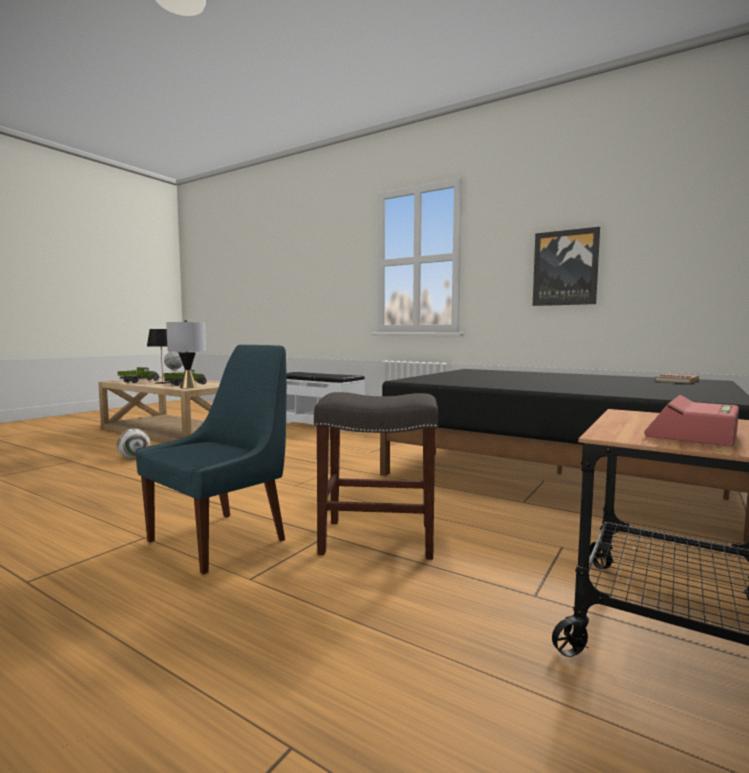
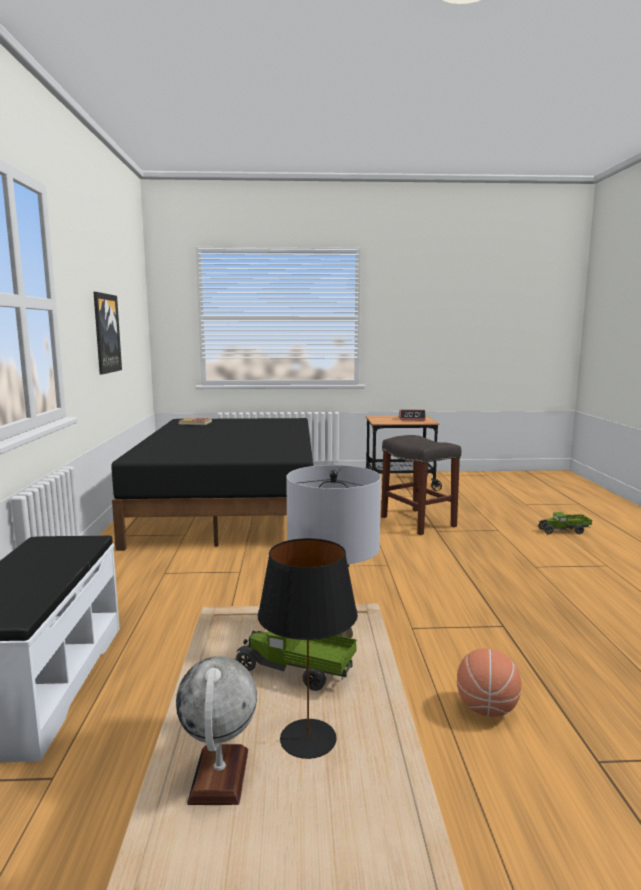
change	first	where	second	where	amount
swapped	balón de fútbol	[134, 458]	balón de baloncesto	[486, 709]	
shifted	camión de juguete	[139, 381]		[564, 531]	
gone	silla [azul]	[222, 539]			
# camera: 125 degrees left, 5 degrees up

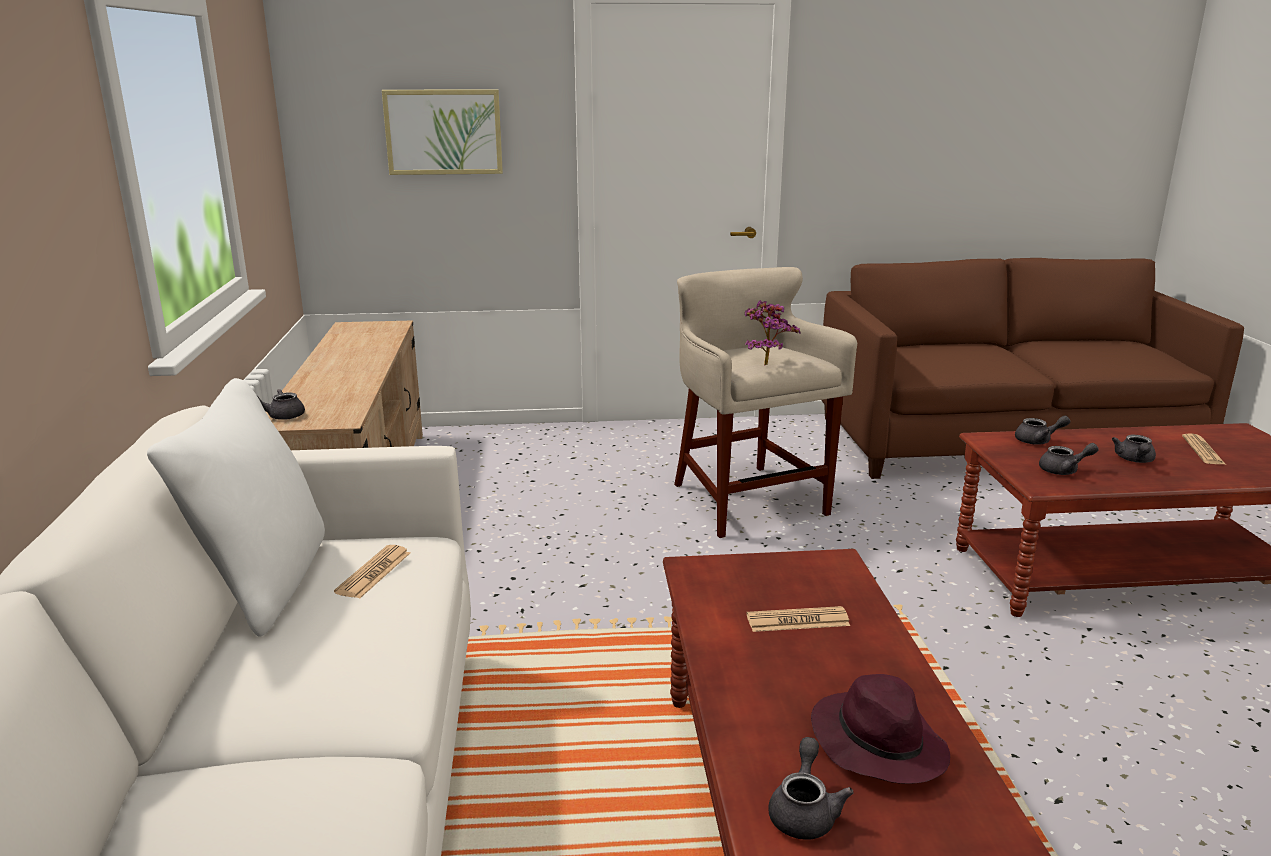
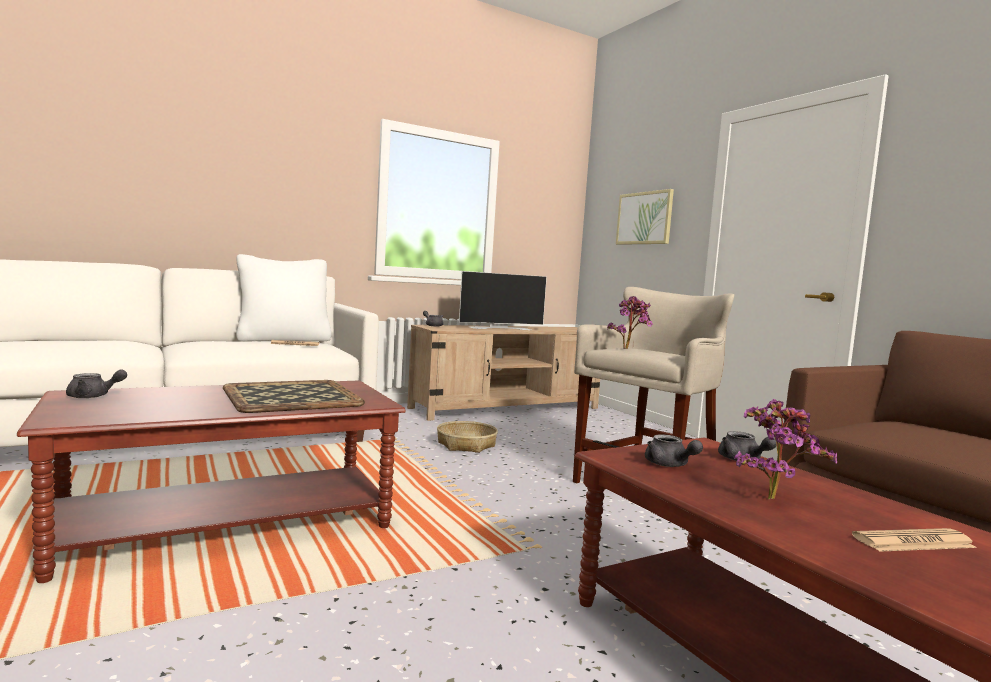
change	first	where	second	where	amount
swapped	periódico	[797, 621]	bandeja	[290, 397]	
new			cesta	[466, 444]	
new			televisor	[499, 328]	
swapped	tetera [gris]	[1134, 460]	planta en maceta	[773, 497]	
gone	sombrero [morado]	[876, 742]			
# camera: 65 degrees right, 15 degrees down

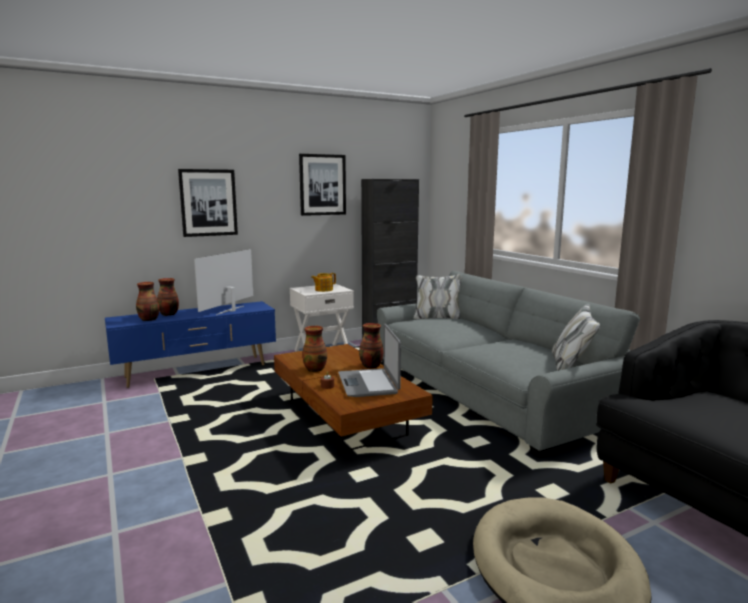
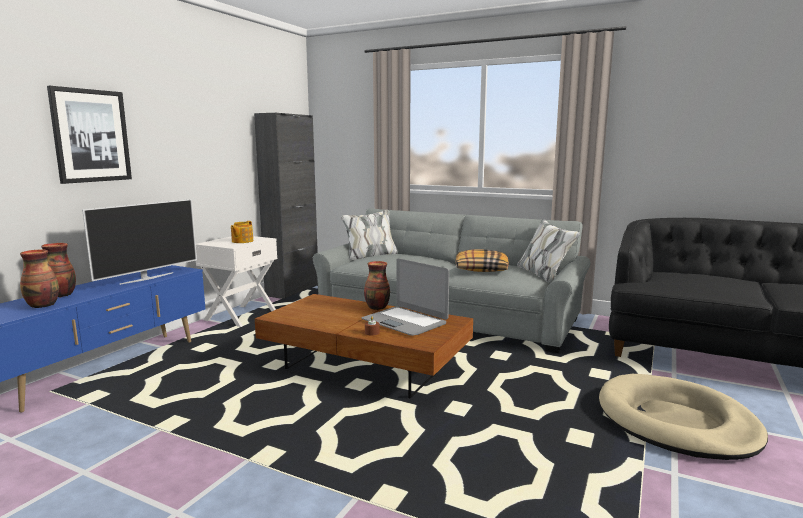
change	first	where	second	where	amount
rotated	televisor	[231, 310]		[146, 278]	135 degrees counterclockwise
new			cojín	[480, 268]	
gone	cuadro	[322, 185]			
gone	florero	[315, 369]			
# camera: 35 degrees left, 0 degrees up

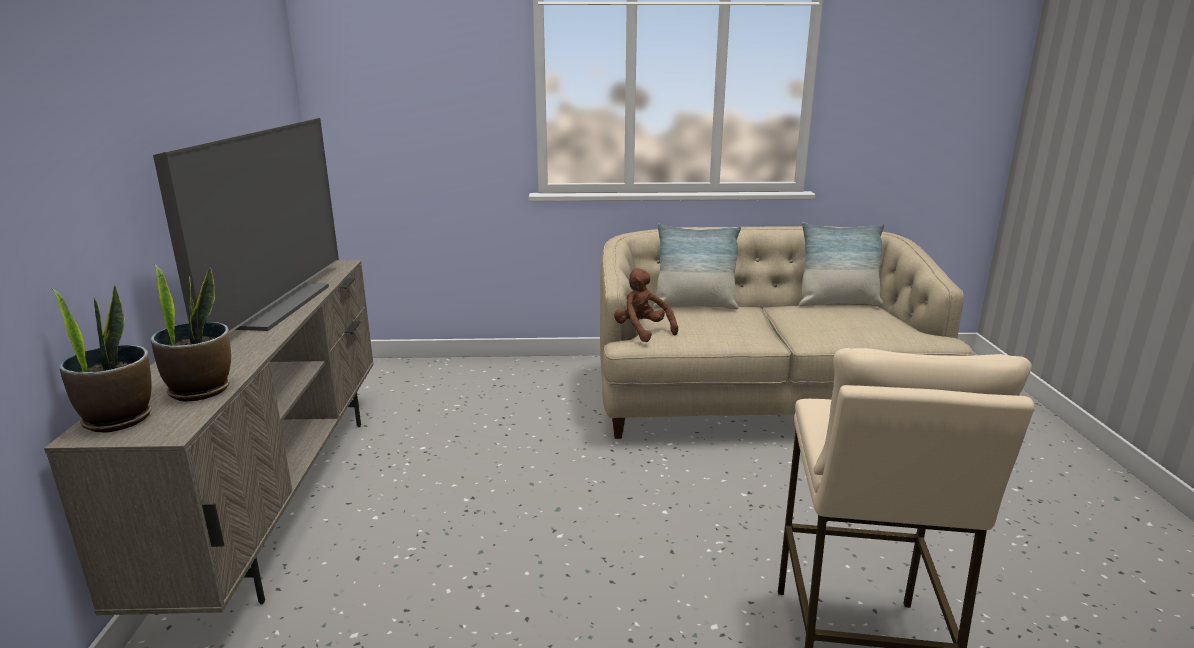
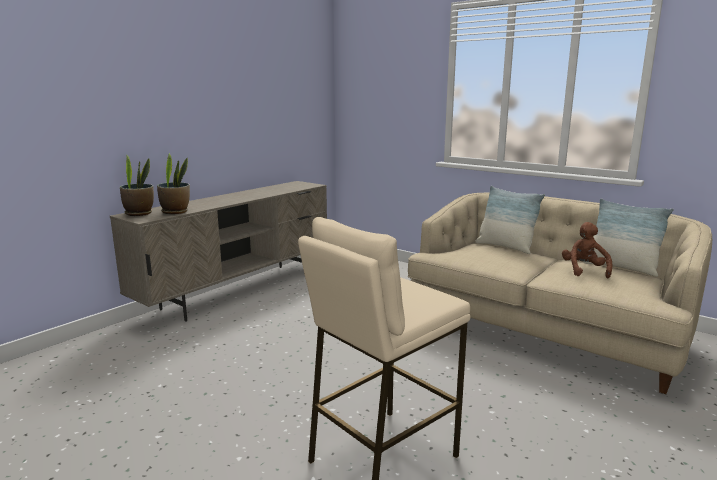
change	first	where	second	where	amount
shifted	peluche [marrón]	[642, 331]		[584, 270]	
gone	televisor	[271, 305]			
# camera: 40 degrees right, 5 degrees down

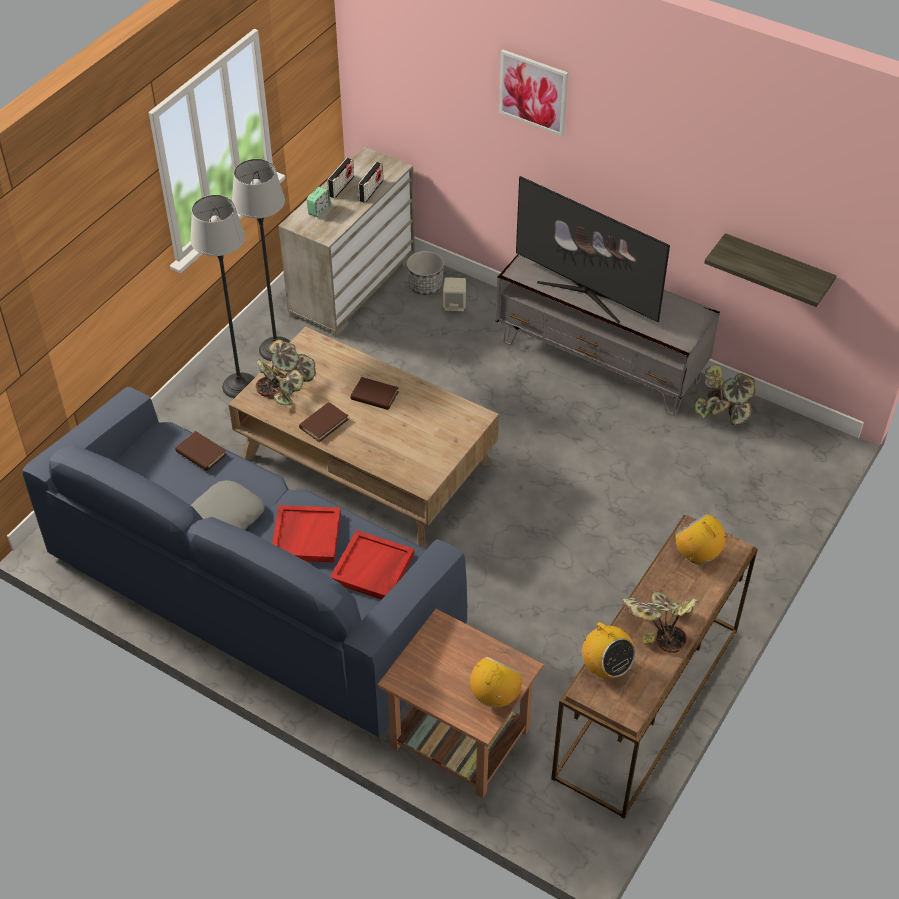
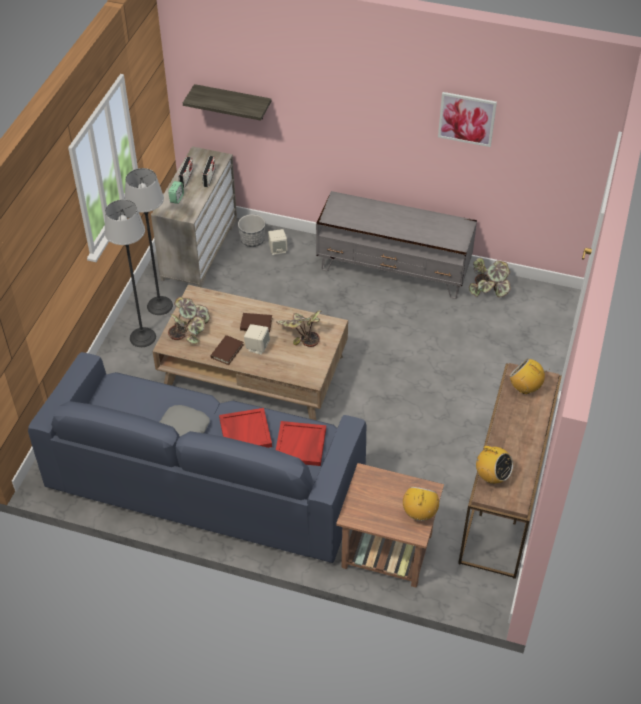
change	first	where	second	where	amount
shifted	estante	[776, 268]		[233, 102]	
new			altavoz [beis]	[257, 347]	
shifted	planta en maceta	[656, 627]		[300, 334]	
shifted	cuadro	[533, 92]		[467, 119]	
gone	libro [marrón]	[201, 453]			
gone	televisor	[585, 293]			
# camera: 15 degrees left, 0 degrees up

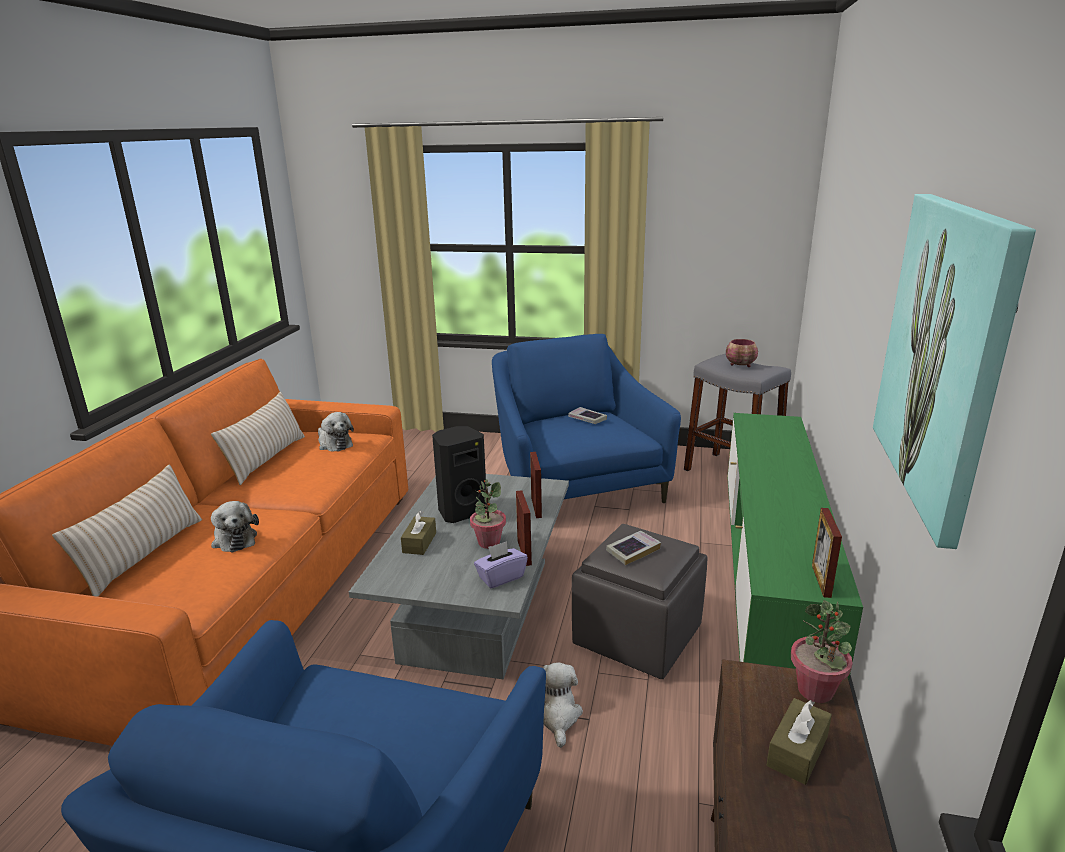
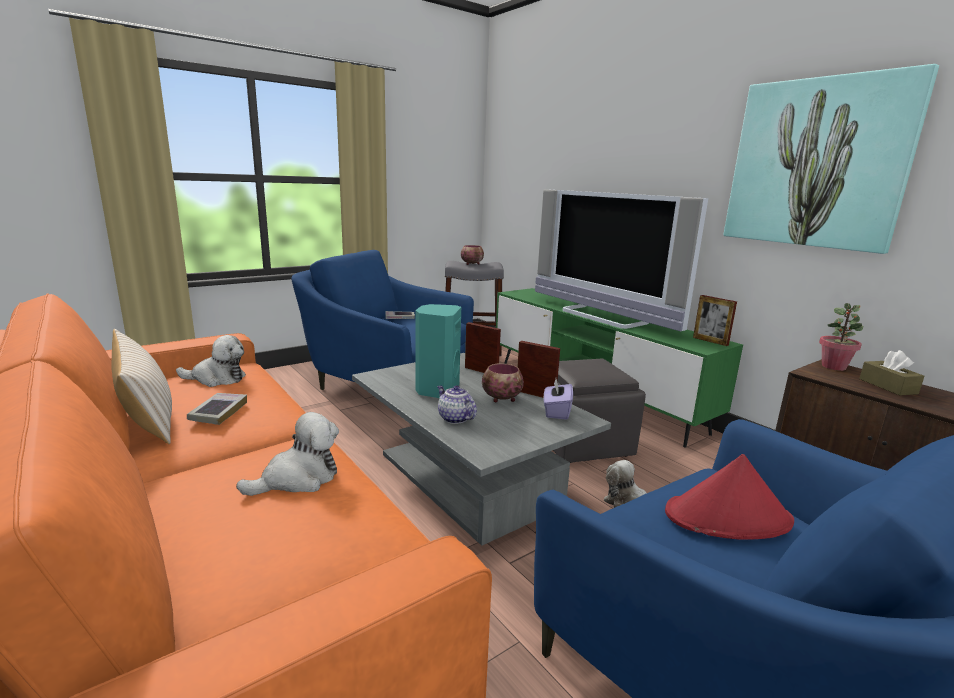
change	first	where	second	where	amount
shifted	libro	[633, 551]		[218, 412]	
rotated	peluche	[234, 539]		[298, 479]	45 degrees counterclockwise
repainted	altavoz [negro]	[461, 511]	altavoz [turquesa]	[436, 390]	
swapped	caja de pañuelos [marrón]	[419, 542]	tetera	[454, 418]	
swapped	planta en maceta	[488, 542]	cuenco	[501, 398]	
new			televisor	[602, 317]	
new			sombrero [rojo]	[728, 517]	
gone	cojín [beis]	[143, 555]			
# camera: 50 degrees left, 5 degrees down

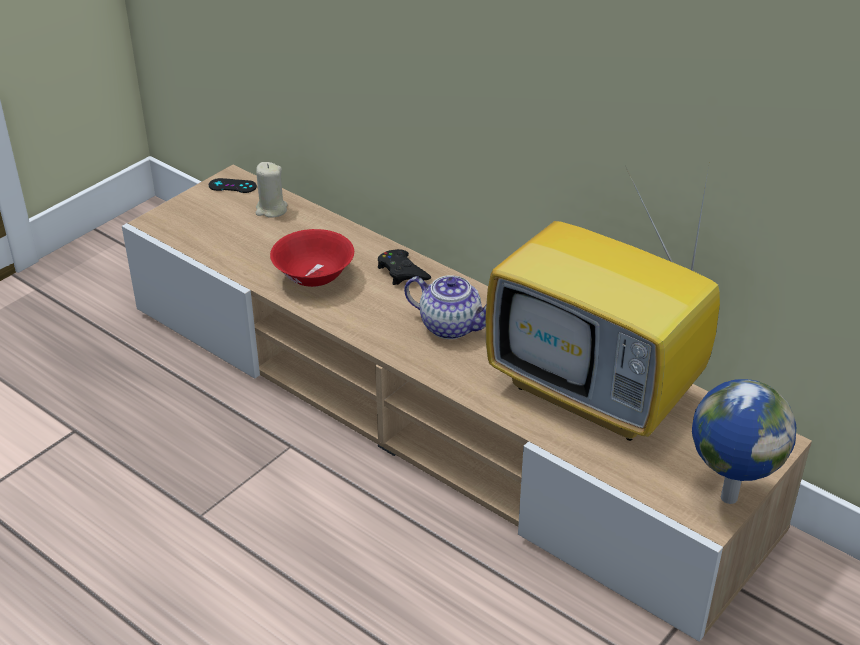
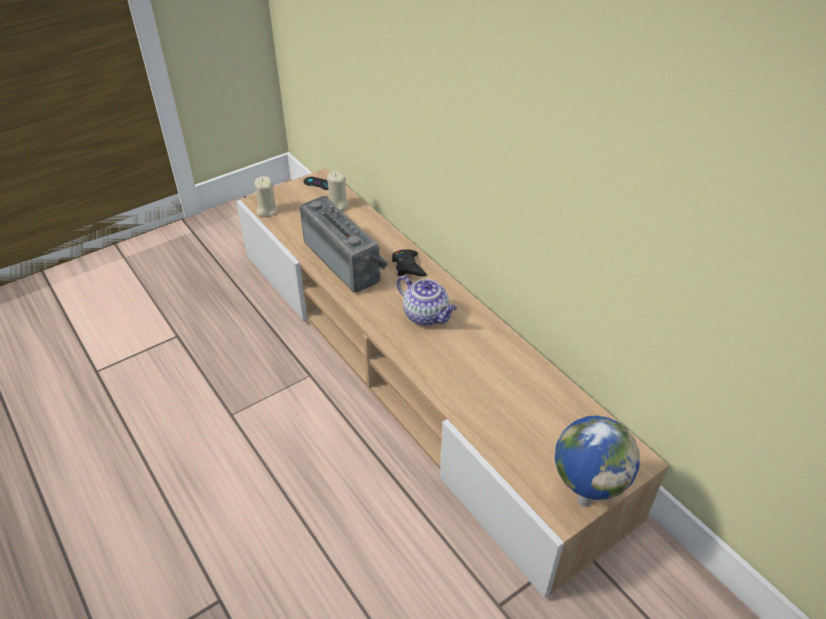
change	first	where	second	where	amount
new			vela [beis]	[267, 210]	
swapped	cuenco [rojo]	[314, 277]	radio	[346, 260]	
gone	televisor	[598, 392]			
# camera: 15 degrees right, 5 degrees up

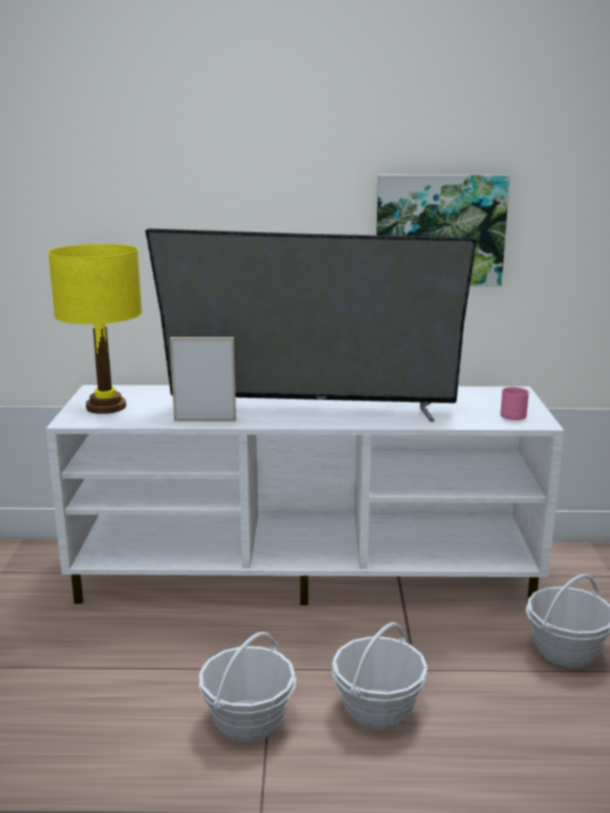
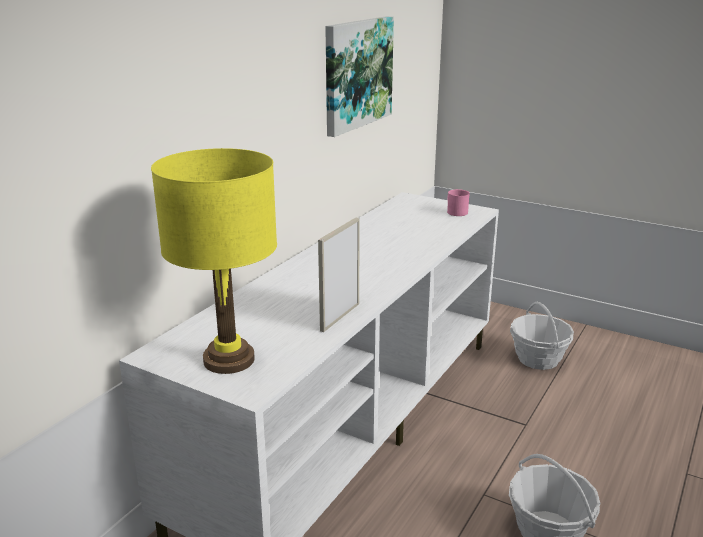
change	first	where	second	where	amount
gone	televisor	[311, 408]			
gone	cesta	[378, 709]			
# camera: 60 degrees left, 5 degrees up

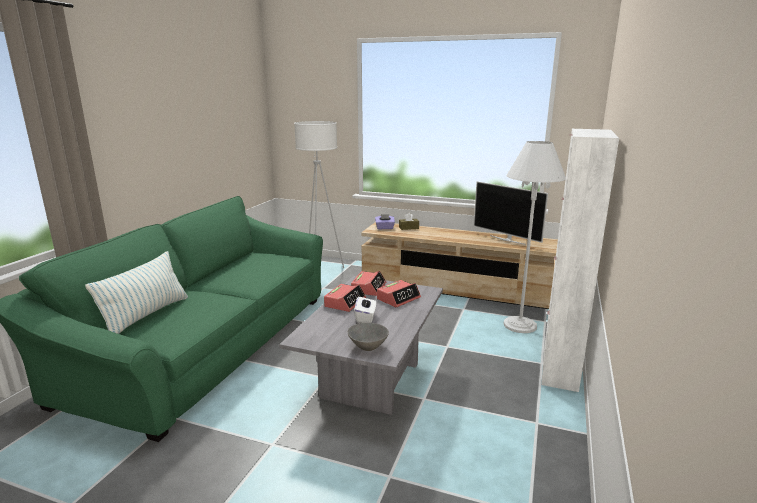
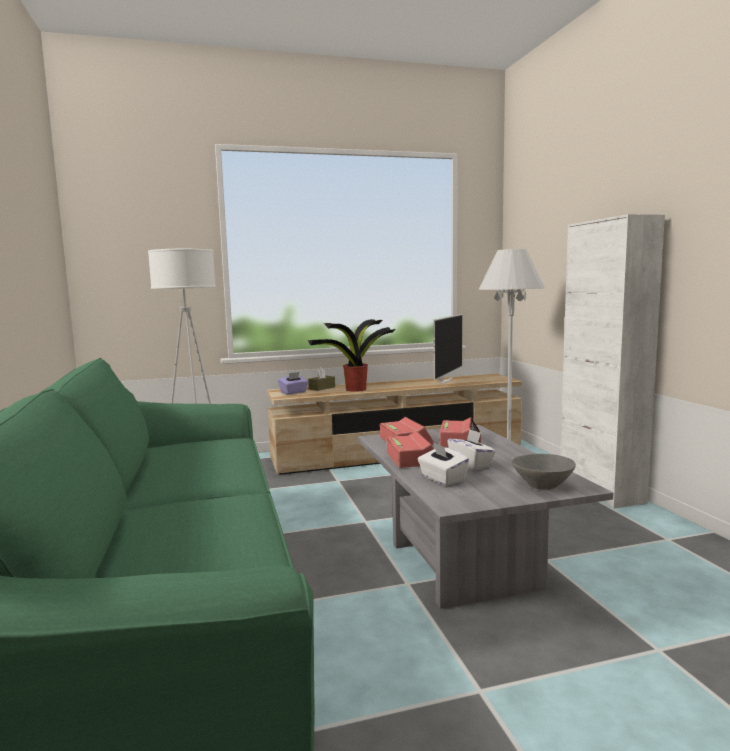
change	first	where	second	where	amount
new			planta en maceta	[354, 389]	
new			caja de pañuelos [blanco]	[442, 479]	
rotated	televisor	[507, 239]		[445, 380]	75 degrees counterclockwise
gone	cojín	[146, 316]			
# camera: 35 degrees left, 10 degrees down

